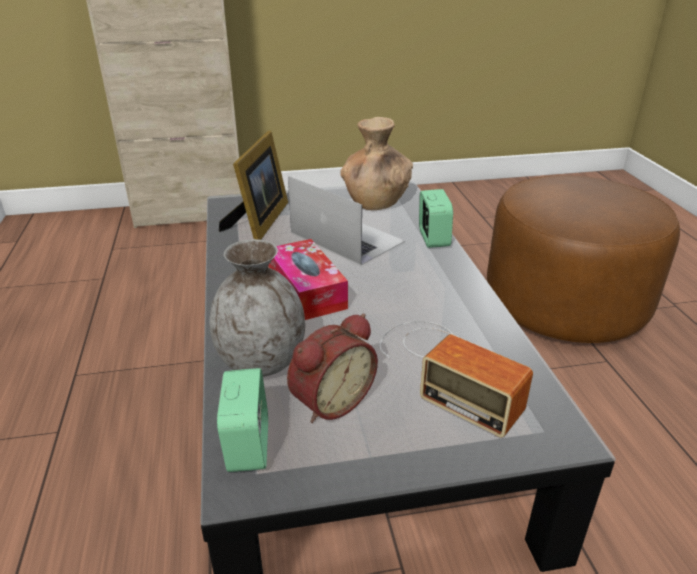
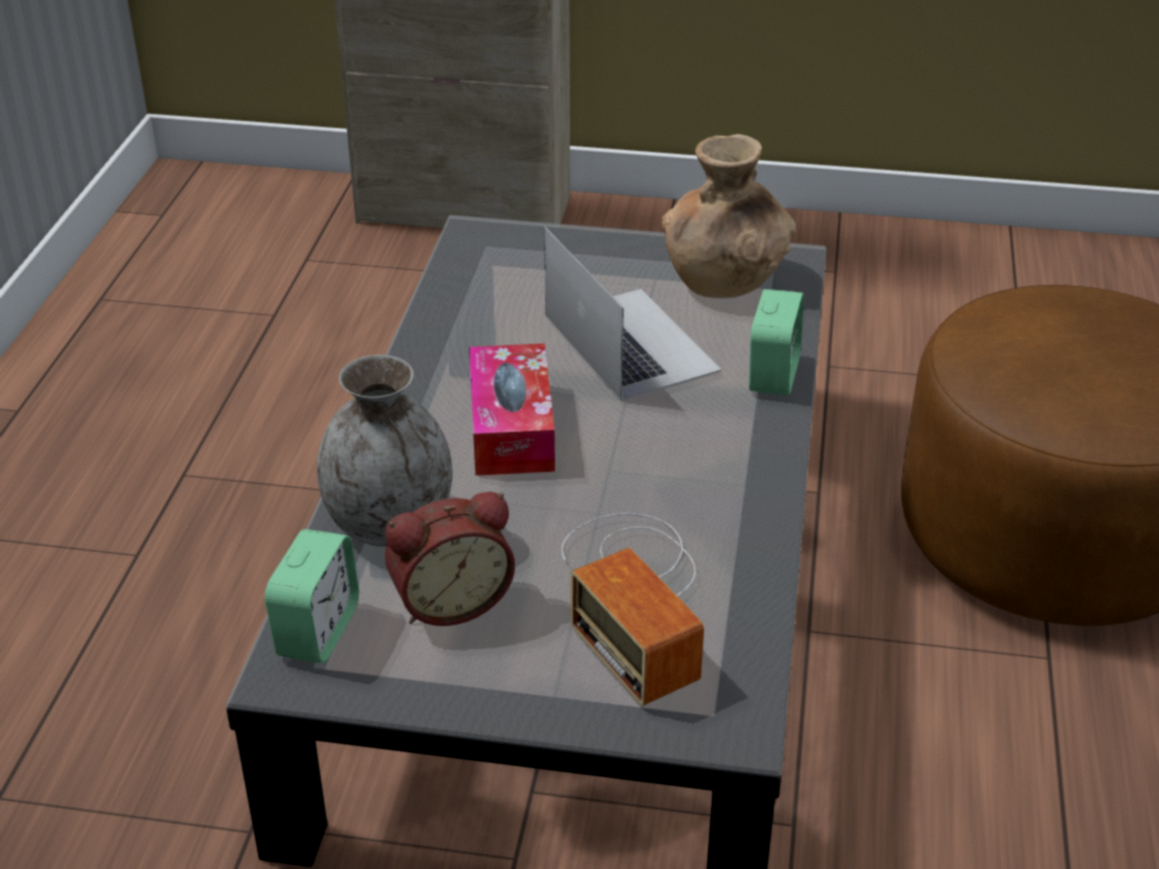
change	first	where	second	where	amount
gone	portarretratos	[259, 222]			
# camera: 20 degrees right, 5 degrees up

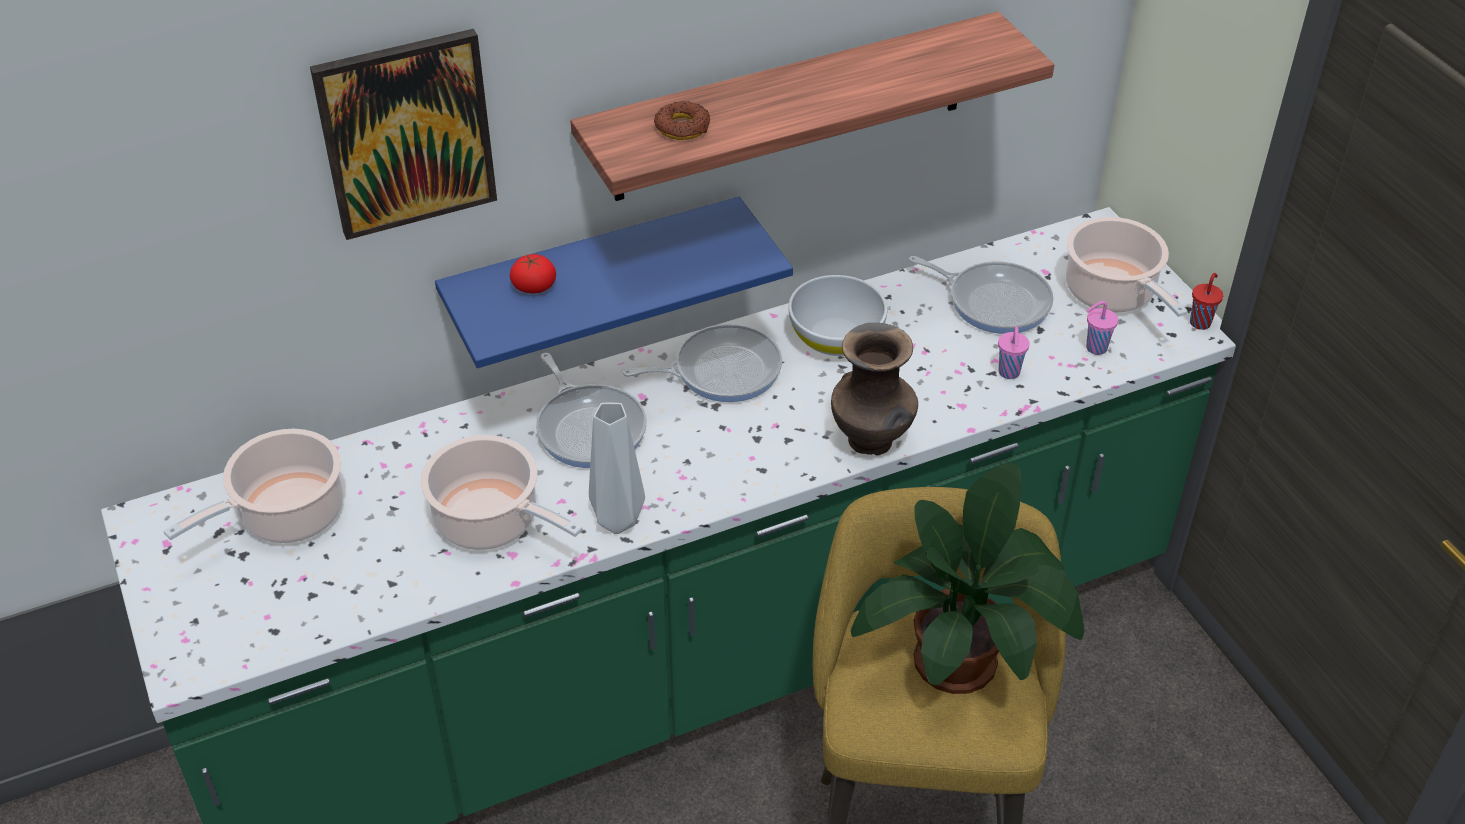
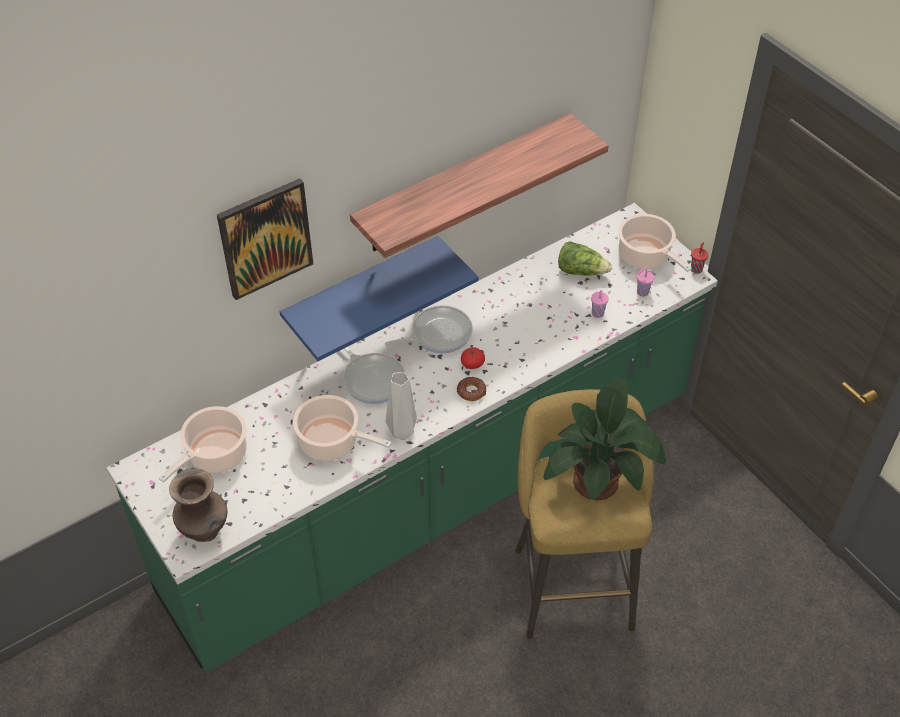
change	first	where	second	where	amount
shifted	florero [marrón]	[871, 442]		[205, 532]	
shifted	rosquilla	[682, 127]		[471, 391]	
shifted	tomate	[534, 286]		[472, 364]	
swapped	sartén	[994, 301]	lechuga	[581, 271]	
gone	cuenco [blanco]	[836, 337]			
# camera: 10 degrees left, 5 degrees up

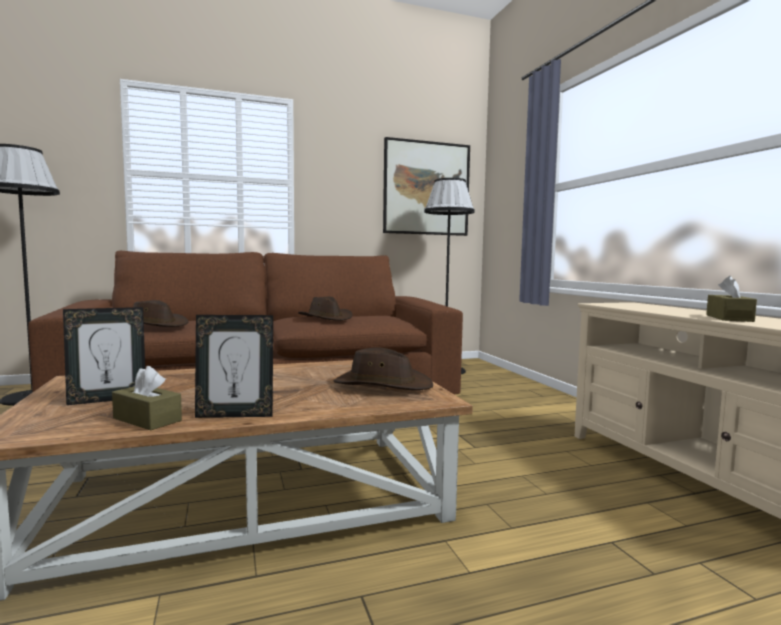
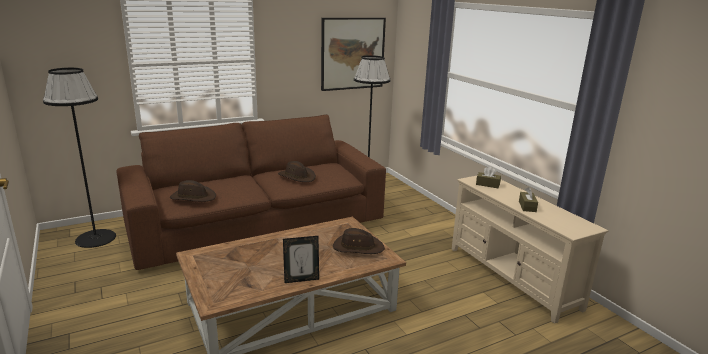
change	first	where	second	where	amount
shifted	caja de pañuelos [marrón]	[147, 419]		[487, 184]	
gone	portarretratos	[108, 399]			
# camera: 10 degrees left, 15 degrees up

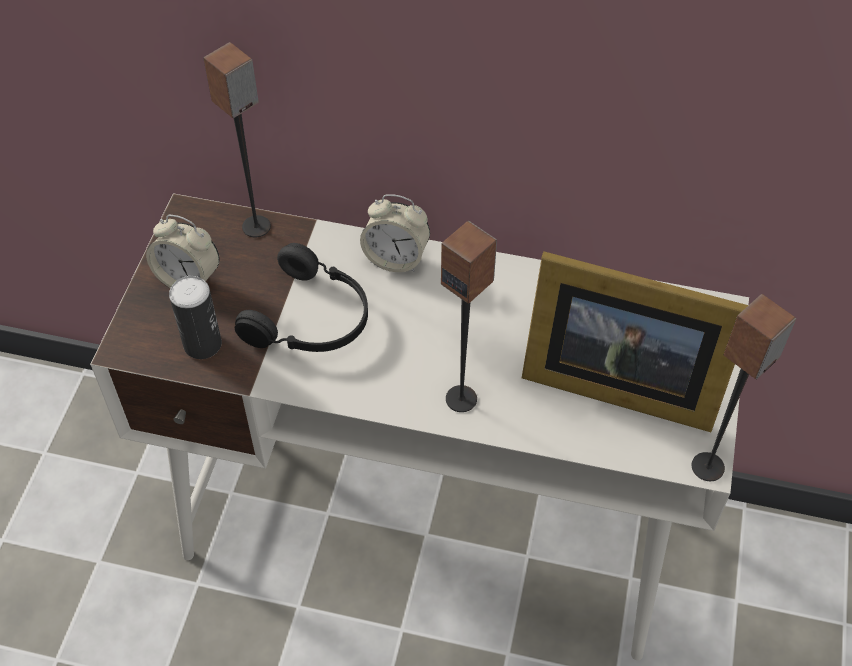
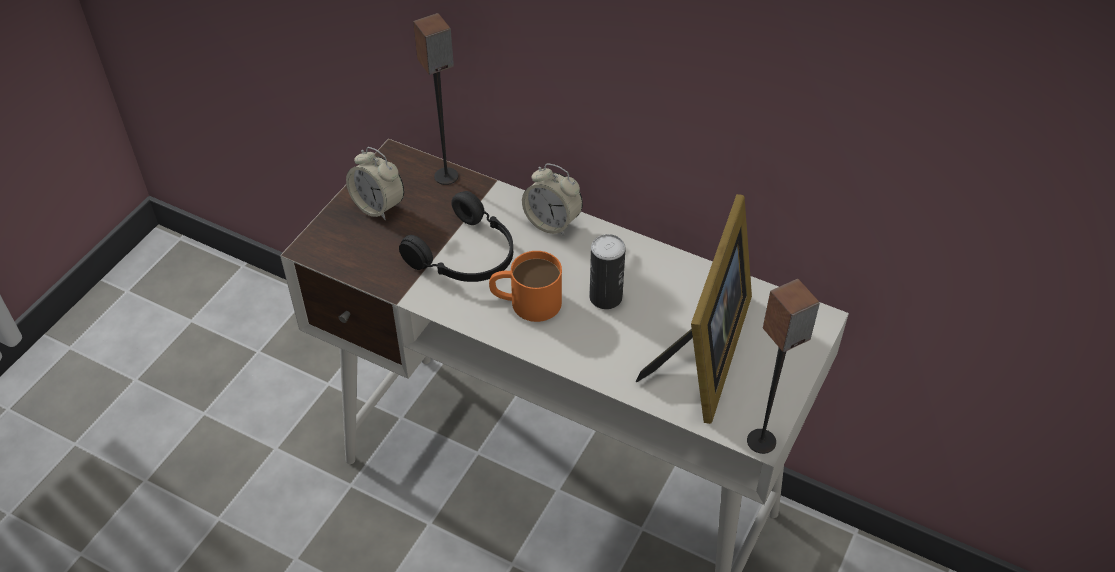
change	first	where	second	where	amount
new			taza grande [naranja]	[526, 301]	
shifted	lata	[202, 344]		[605, 297]	
rotated	portarretratos	[615, 380]		[705, 355]	105 degrees counterclockwise
gone	altavoz	[461, 398]			
# camera: 15 degrees right, 5 degrees down

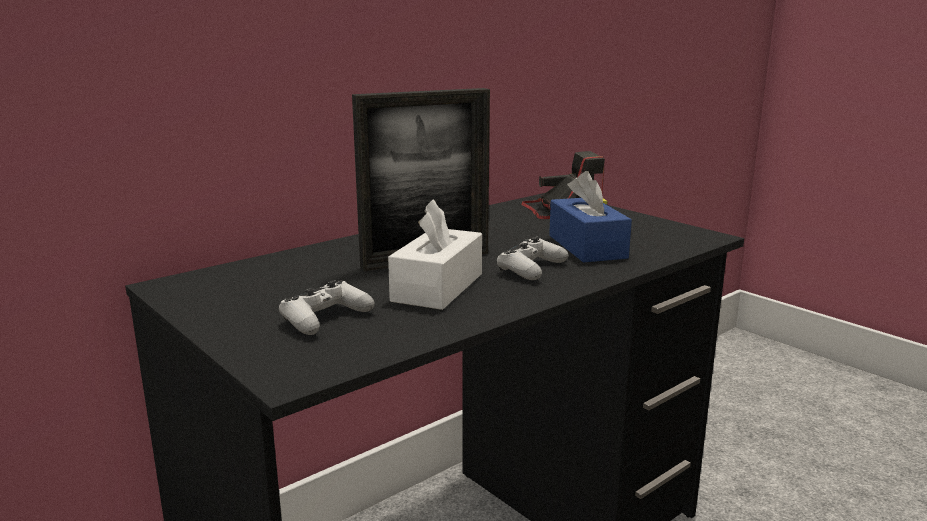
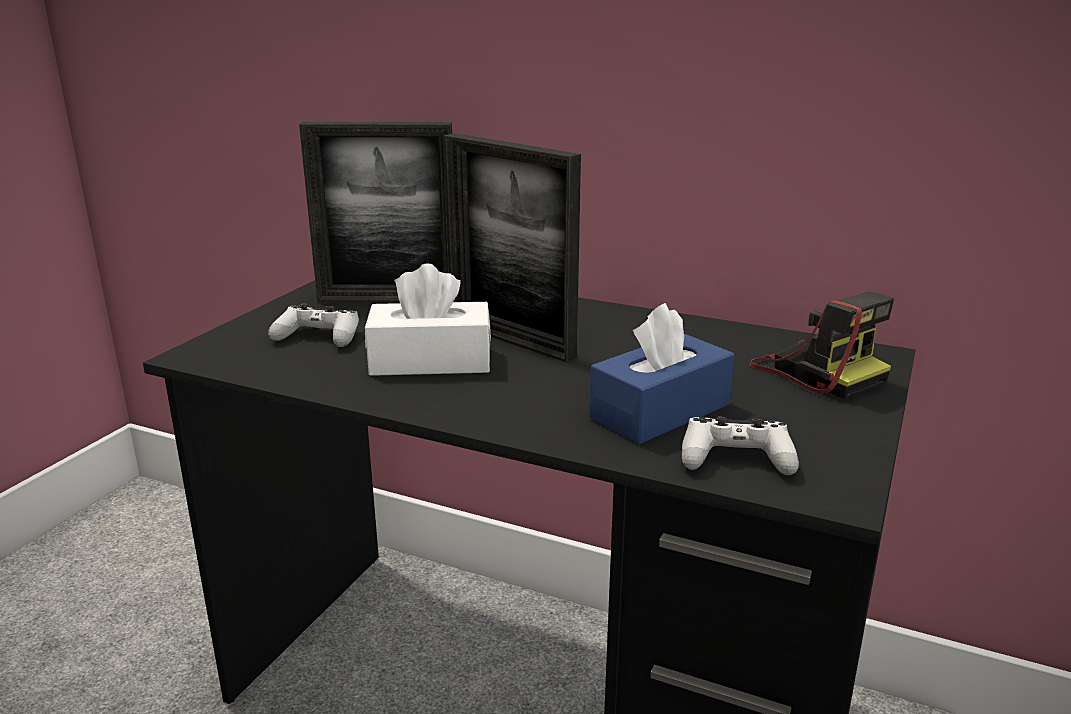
change	first	where	second	where	amount
new			portarretratos	[388, 299]	
shifted	mando de consola [blanco]	[531, 269]		[736, 459]	
# camera: 65 degrees right, 5 degrees up

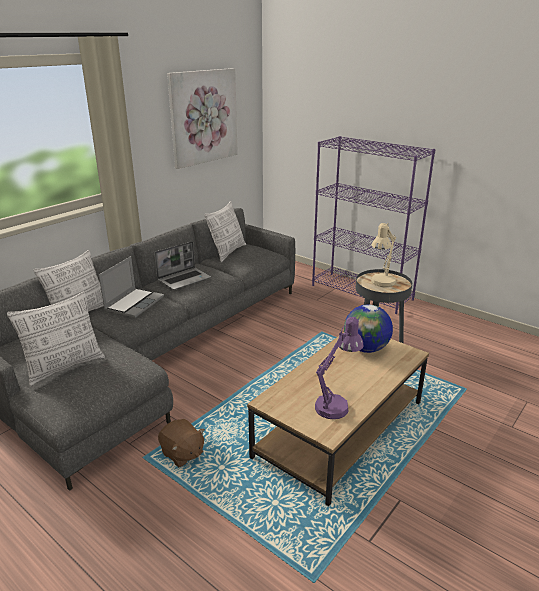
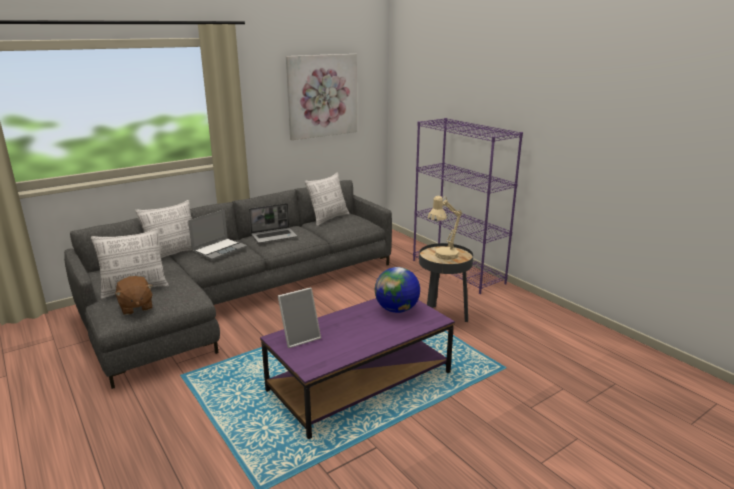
change	first	where	second	where	amount
shifted	peluche [marrón]	[182, 454]		[136, 307]	
repainted	mesa de centro [marrón]	[340, 428]	mesa de centro [morado]	[359, 381]	
new			portarretratos	[300, 337]	
gone	lámpara de mesa [morado]	[336, 404]			
# camera: 15 degrees right, 5 degrees down

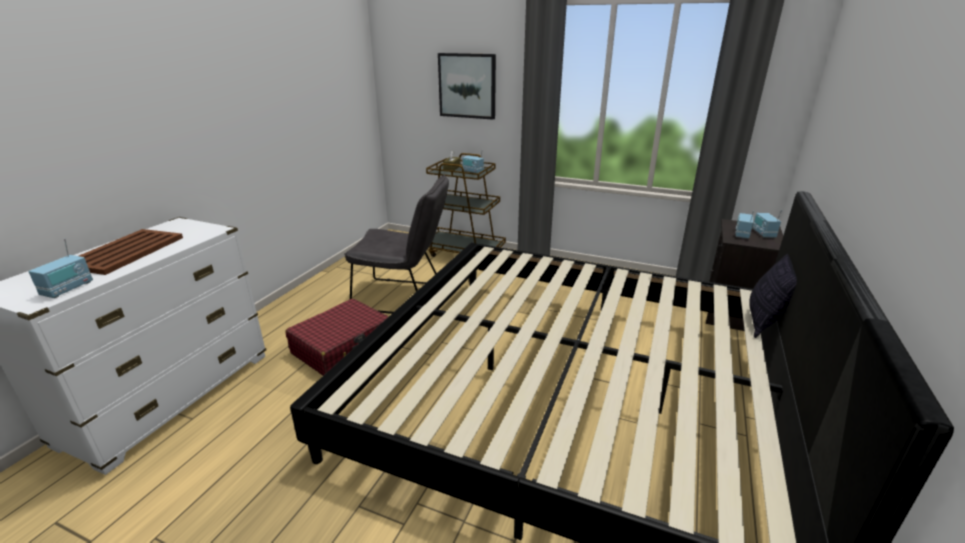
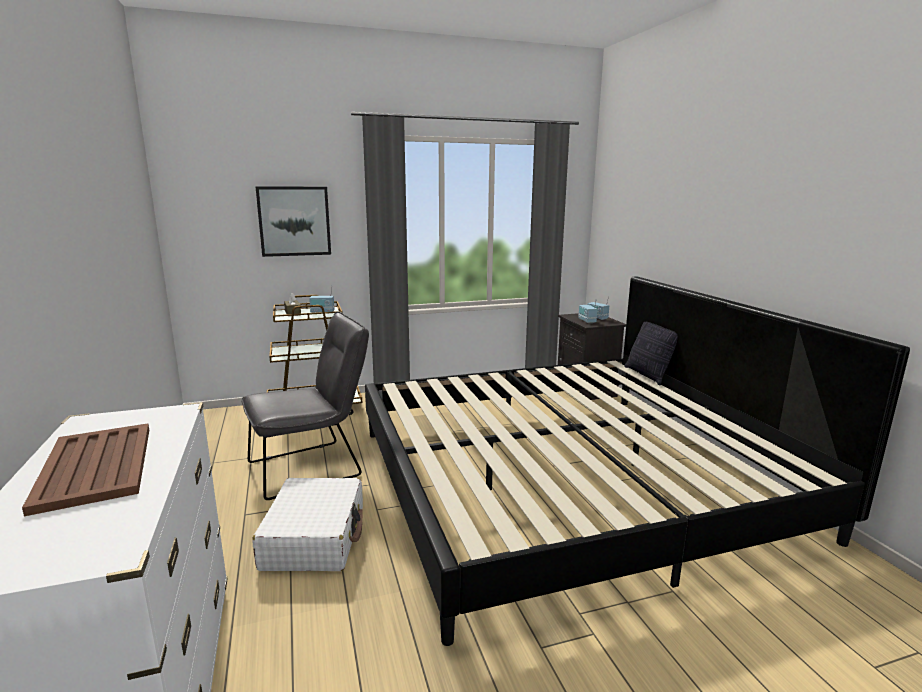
change	first	where	second	where	amount
repainted	maleta [rojo]	[343, 347]	maleta [blanco]	[315, 537]	
gone	radio	[68, 289]			
# camera: 40 degrees left, 10 degrees down

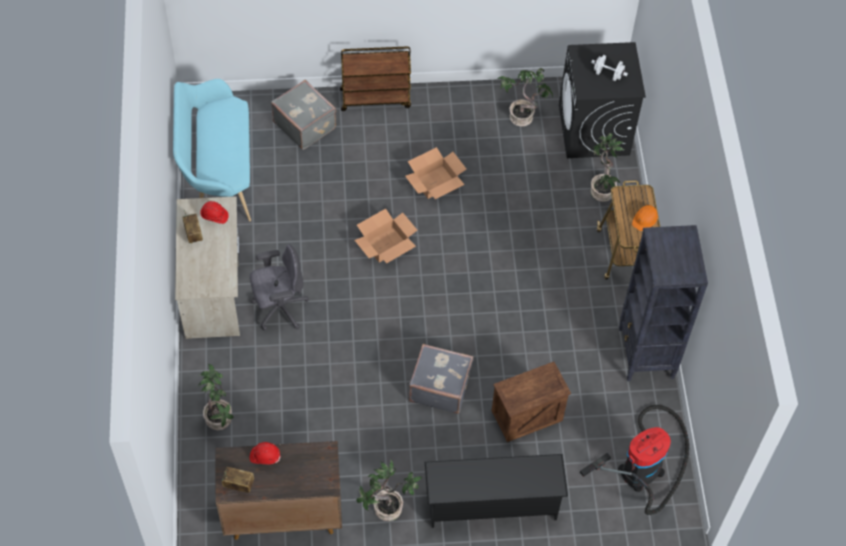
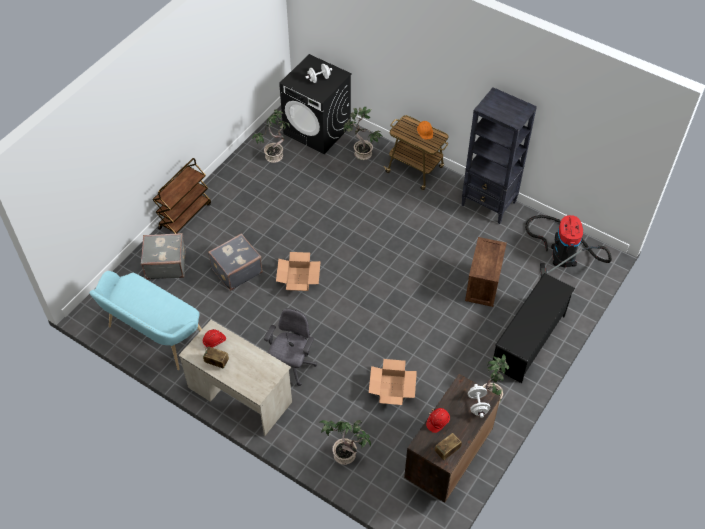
change	first	where	second	where	amount
shifted	maleta [gris]	[440, 387]		[236, 270]	
shifted	caja de cartón	[435, 182]		[392, 389]	
new			mancuerna [blanco]	[477, 405]	
# camera: 50 degrees left, 5 degrees down

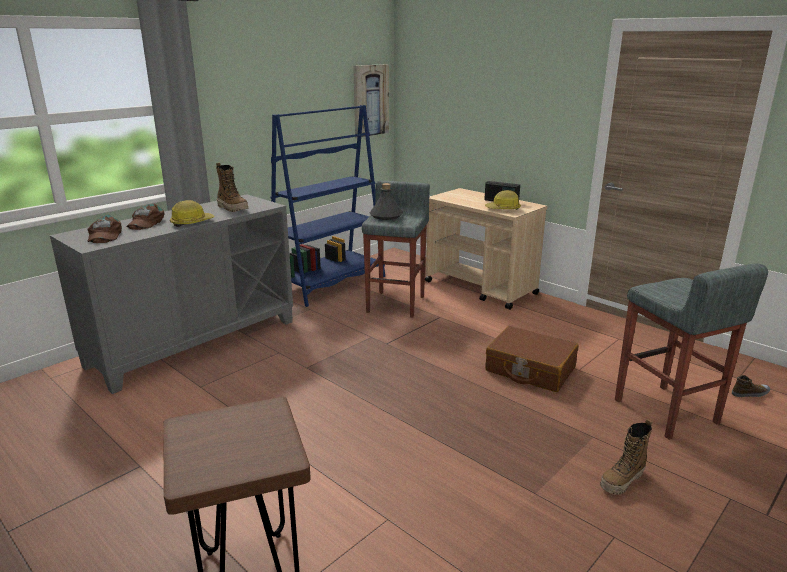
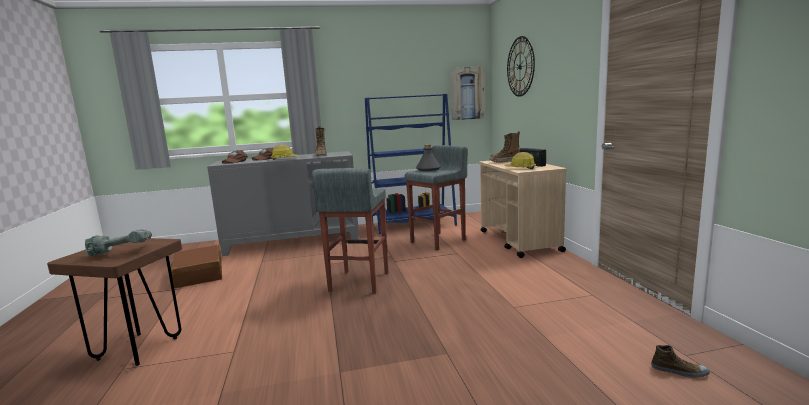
change	first	where	second	where	amount
new			taladro	[123, 252]	
shifted	maleta [marrón]	[530, 369]		[199, 274]	
shifted	taburete [gris]	[666, 412]		[358, 282]	
shifted	bota	[622, 481]		[504, 162]	
new			reloj de pared	[520, 66]	
# camera: 35 degrees right, 10 degrees down

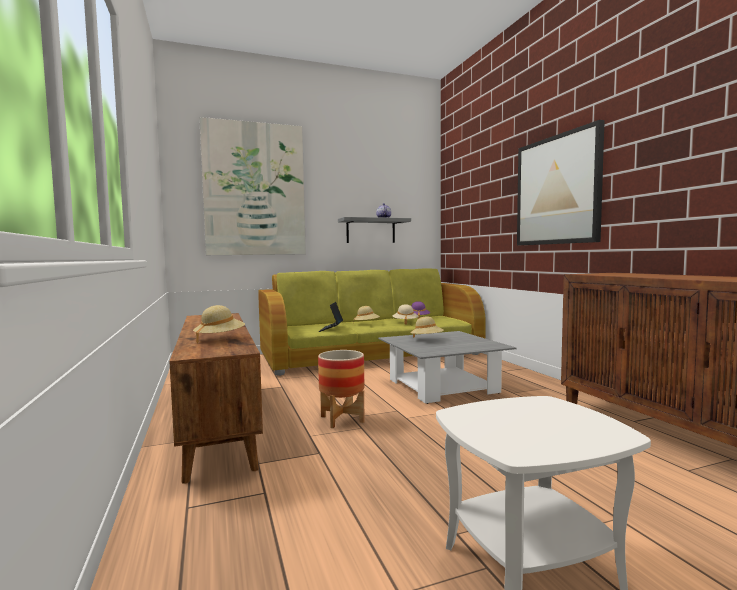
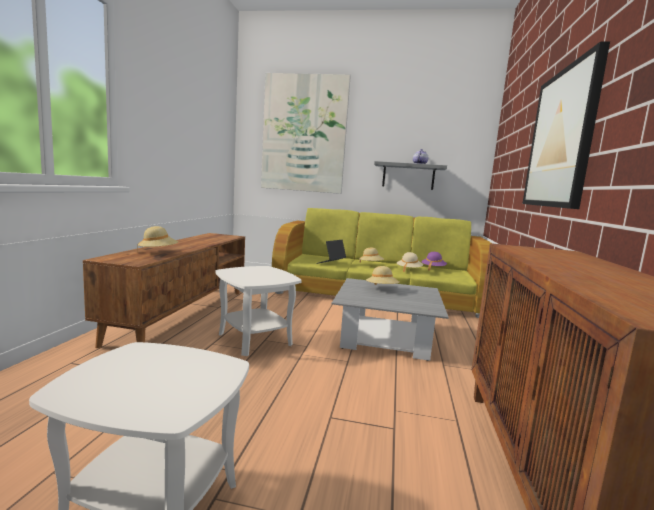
change	first	where	second	where	amount
swapped	maceta	[342, 419]	mesa auxiliar [blanco]	[254, 339]	
# camera: 30 degrees right, 5 degrees up

